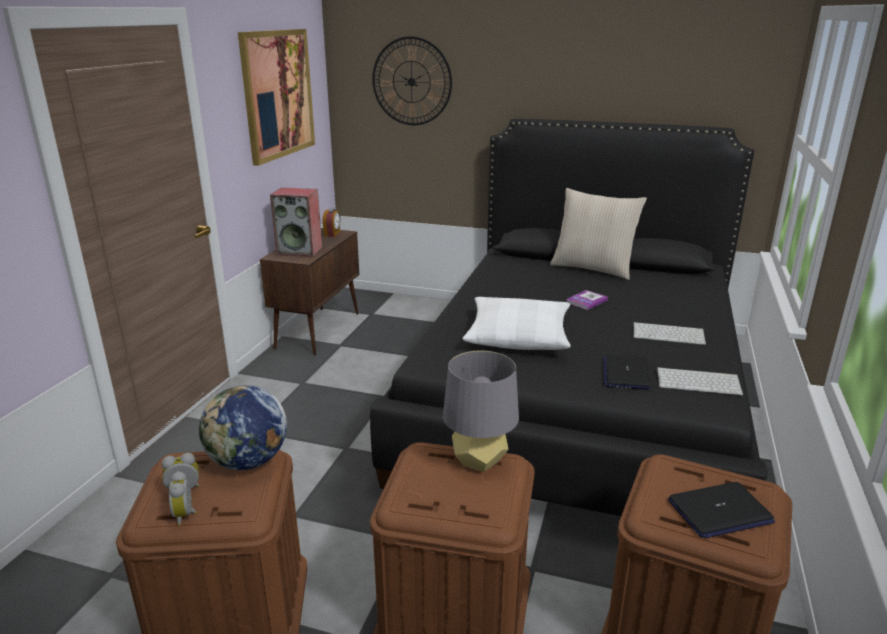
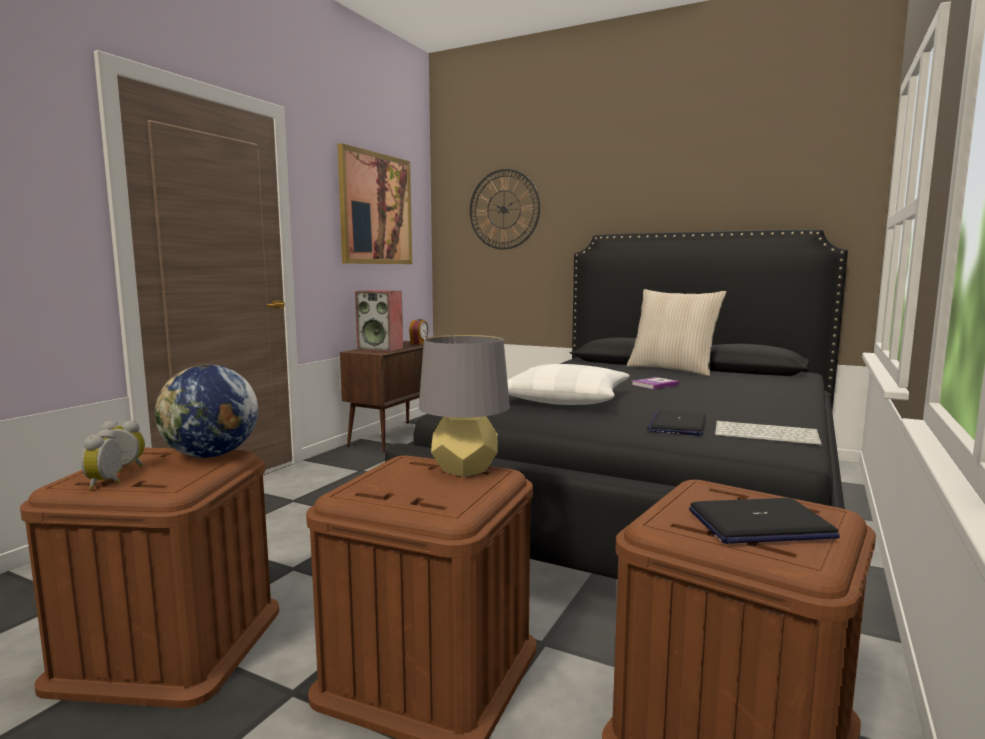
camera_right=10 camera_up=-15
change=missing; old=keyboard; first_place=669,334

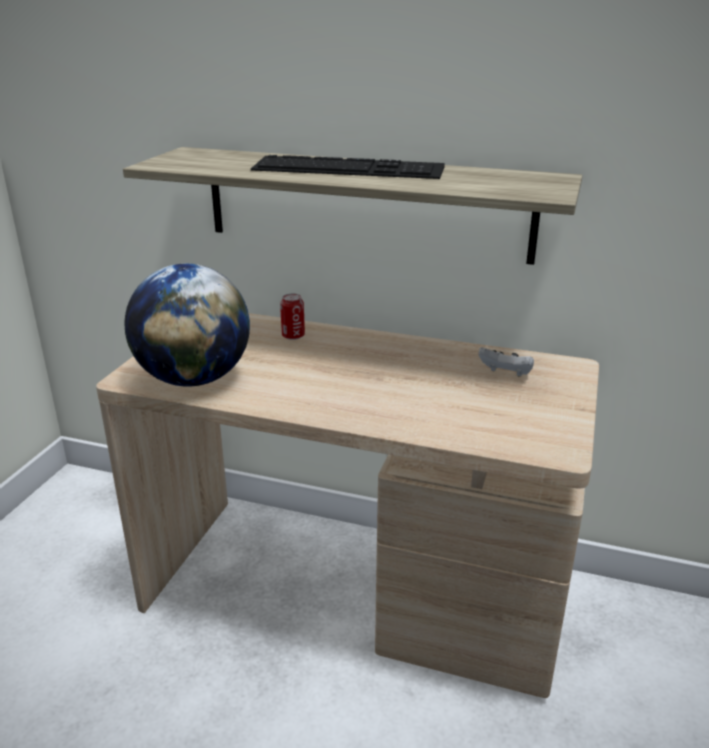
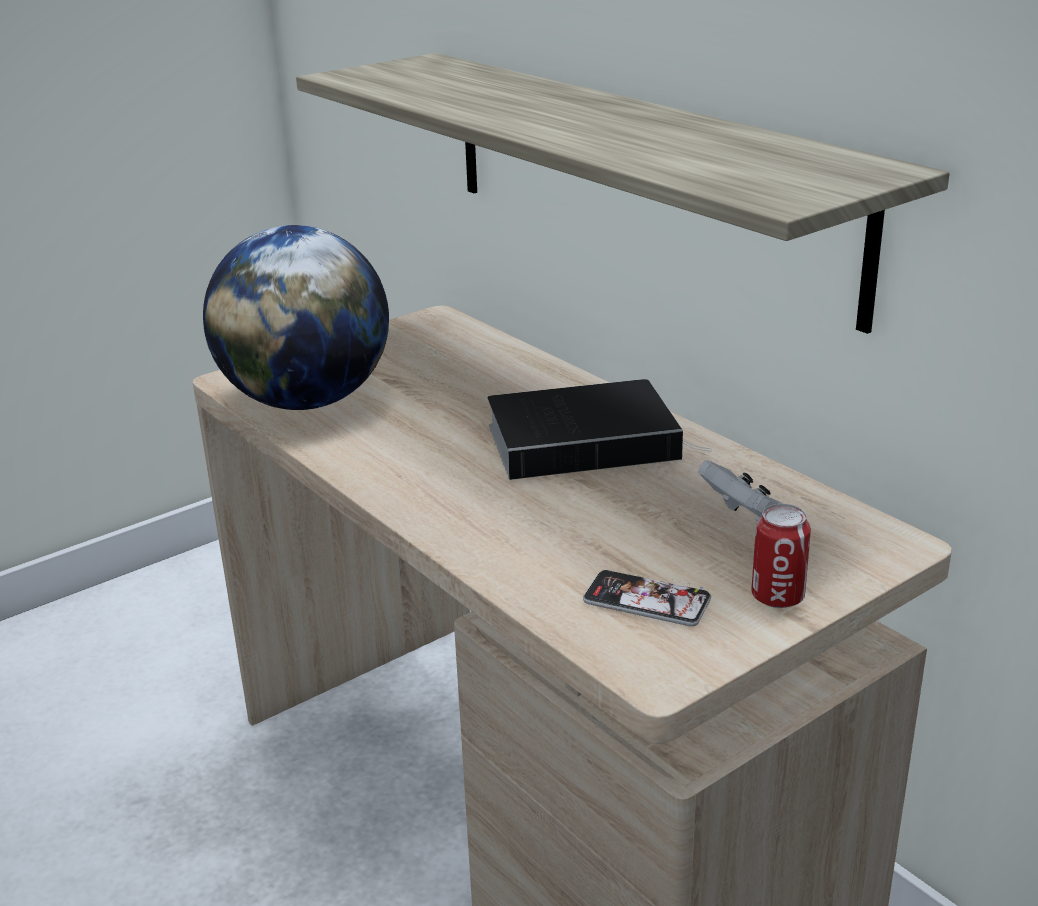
camera_right=35 camera_up=0
change=missing; old=keyboard; first_place=348,168
change=appeared; new=book; second_place=587,440
change=appeared; new=phone; second_place=646,600
change=relocated; old=can; first_place=293,336; second_place=777,597

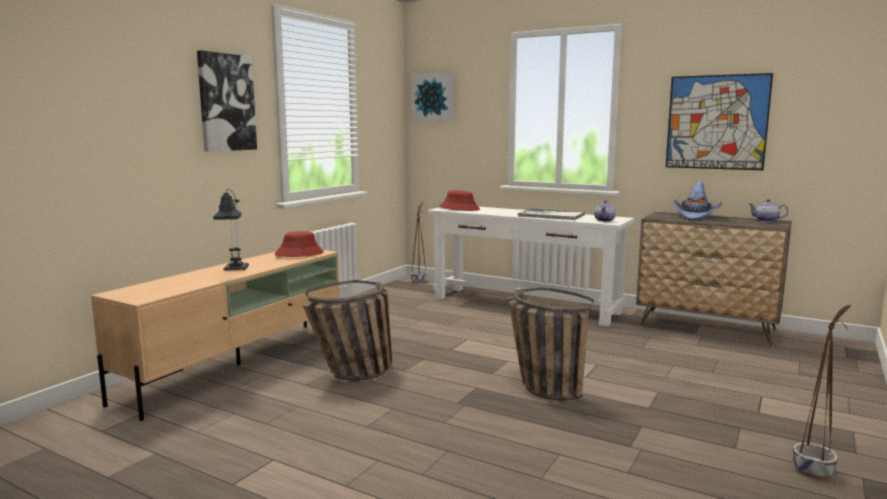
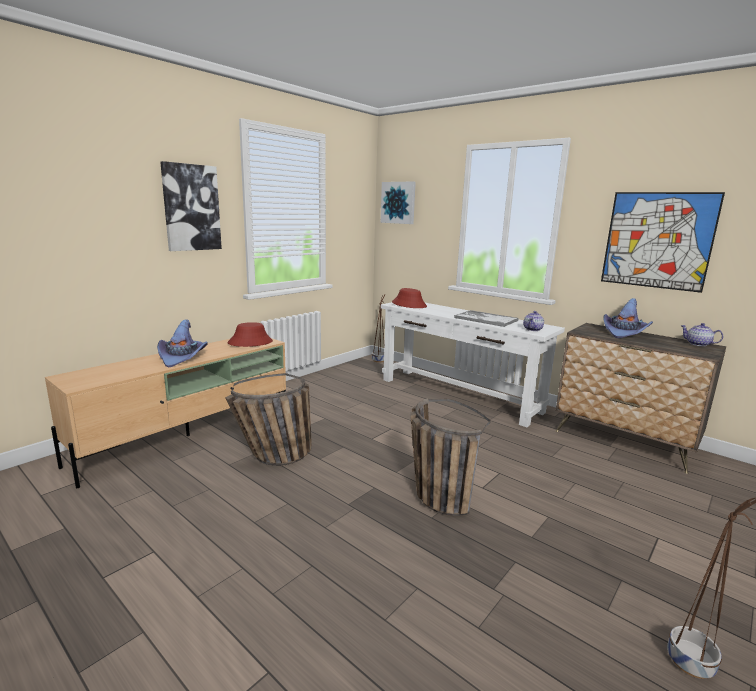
camera_right=10 camera_up=5
change=exchanged; old=table lamp; new=hat (purple); first_place=235,270; second_place=182,357

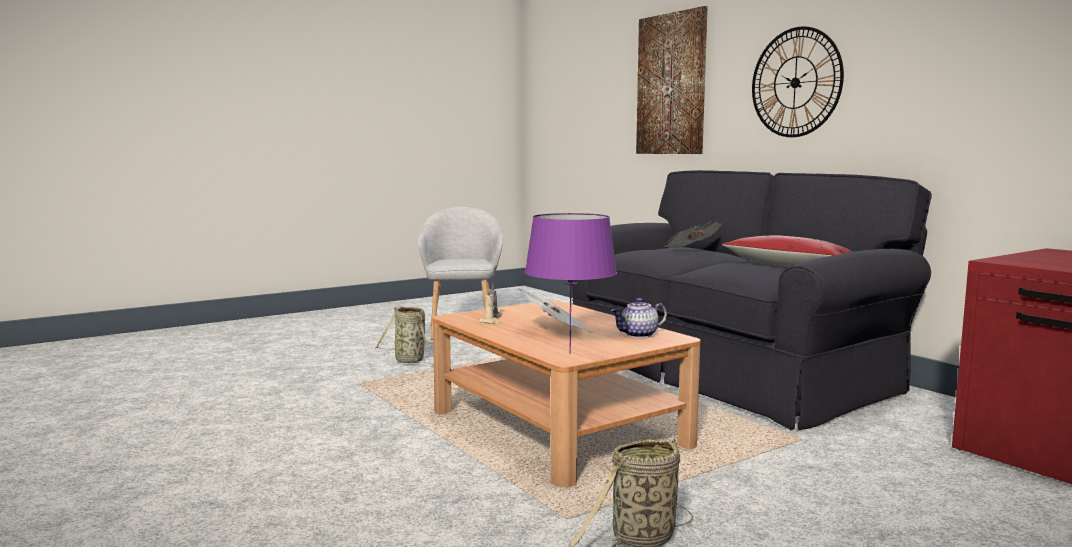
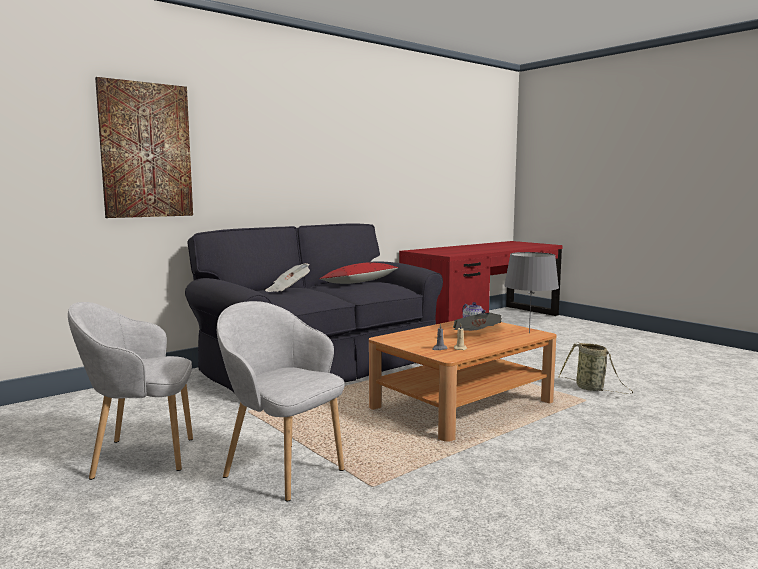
camera_right=-95 camera_up=0
change=missing; old=wall clock; first_place=795,82
change=exchanged; old=basket; new=armchair (grey); first_place=411,361; second_place=283,470
change=colour; old=table lamp (purple); new=table lamp (grey); first_place=569,353; second_place=529,333

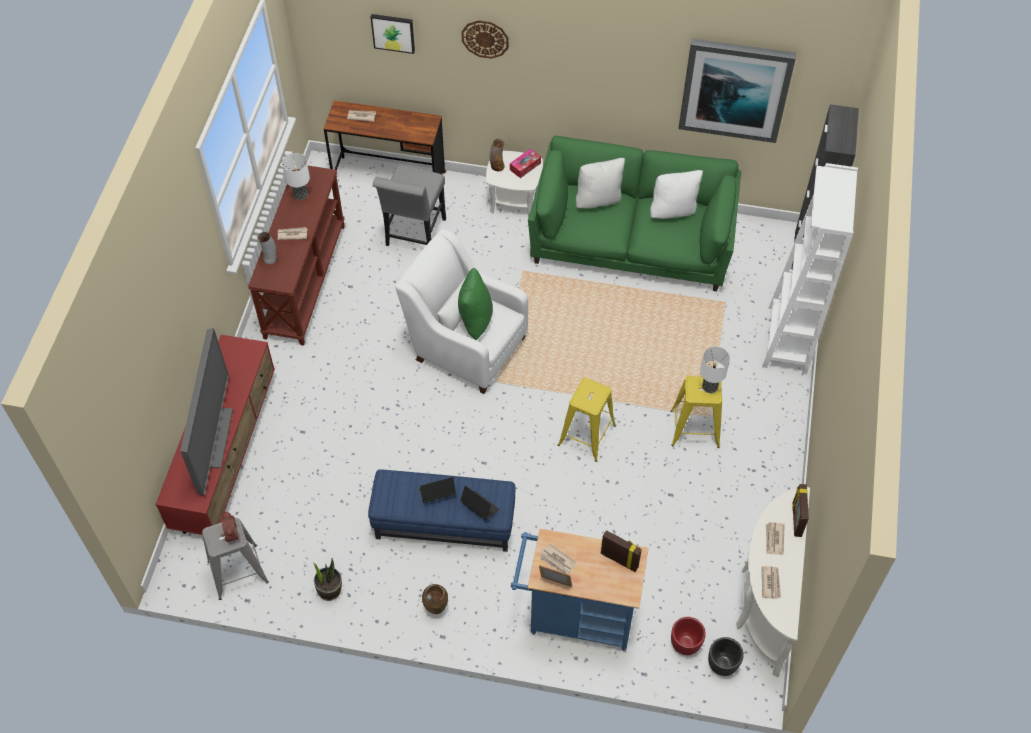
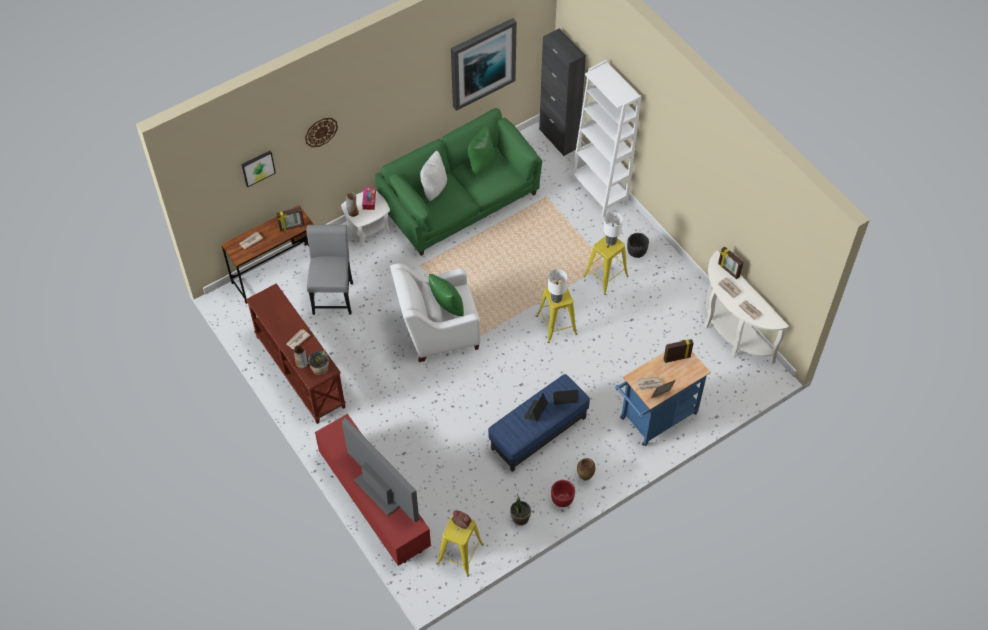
camera_right=-45 camera_up=0
change=appeared; new=picture frame; second_place=292,227
change=appeared; new=potted plant; second_place=320,369
change=relocated; old=table lamp; first_place=300,194; second_place=556,298
change=relocated; old=planter (red); first_place=685,643; second_place=562,499
change=relocated; old=planter (black); first_place=722,664; second_place=636,253
change=colour; old=stool (grey); new=stool (yellow); first_place=238,571; second_place=460,554
change=colour; old=pillow (white); new=pillow (green); first_place=673,211; second_place=480,163
change=spun; old=chair (grey); first_place=414,236; second_place=333,295; degrees=-150

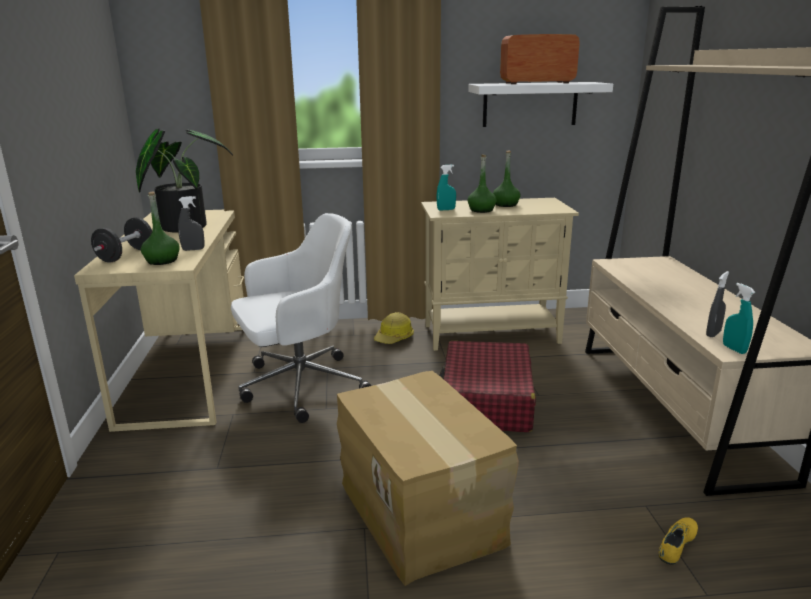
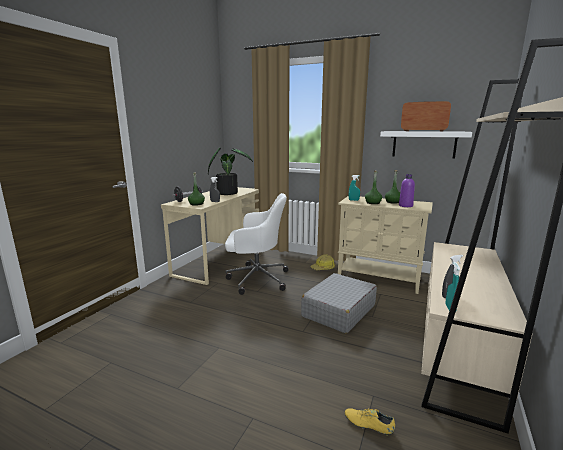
camera_right=30 camera_up=-5
change=missing; old=cardboard box; first_place=422,511
change=appeared; new=bottle (purple); second_place=405,206
change=colour; old=suitcase (red); new=suitcase (grey); first_place=486,401; second_place=338,311
change=spun; old=shoe (yellow); first_place=677,546; second_place=368,425; degrees=-135

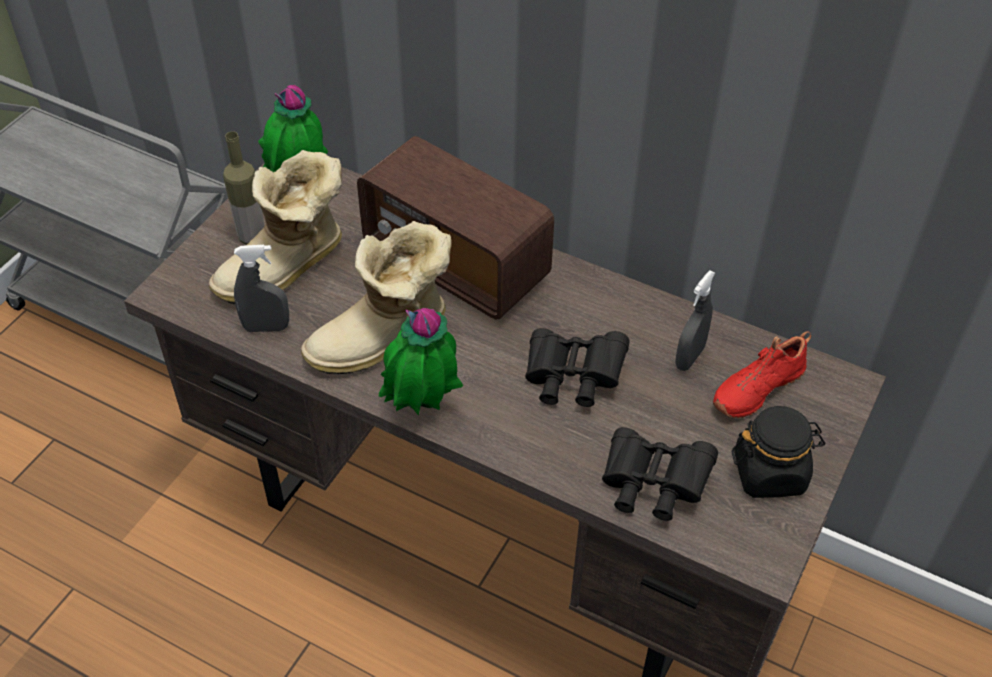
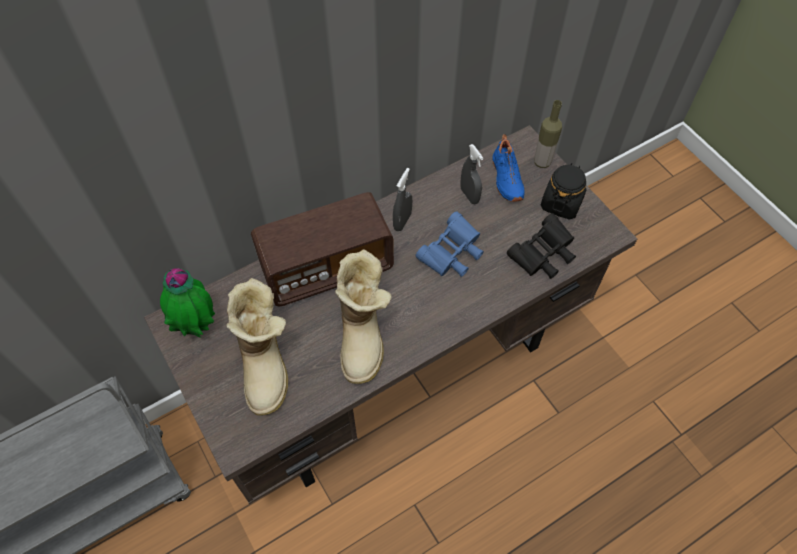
camera_right=-60 camera_up=10
change=missing; old=potted plant; first_place=422,408
change=relocated; old=bottle; first_place=252,237; second_place=542,162
change=relocated; old=spray bottle (grey); first_place=266,327; second_place=402,221
change=colour; old=binoculars (black); new=binoculars (blue); first_place=572,379; second_place=451,255
change=colour; old=shoe (red); new=shoe (blue); first_place=756,387; second_place=505,178

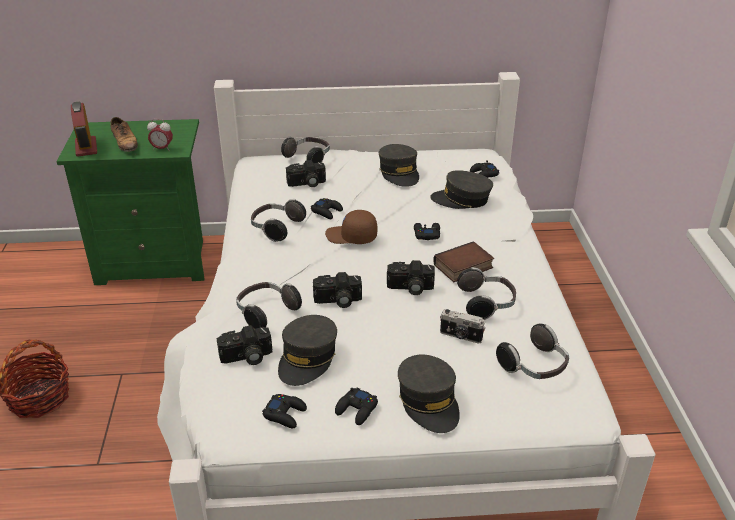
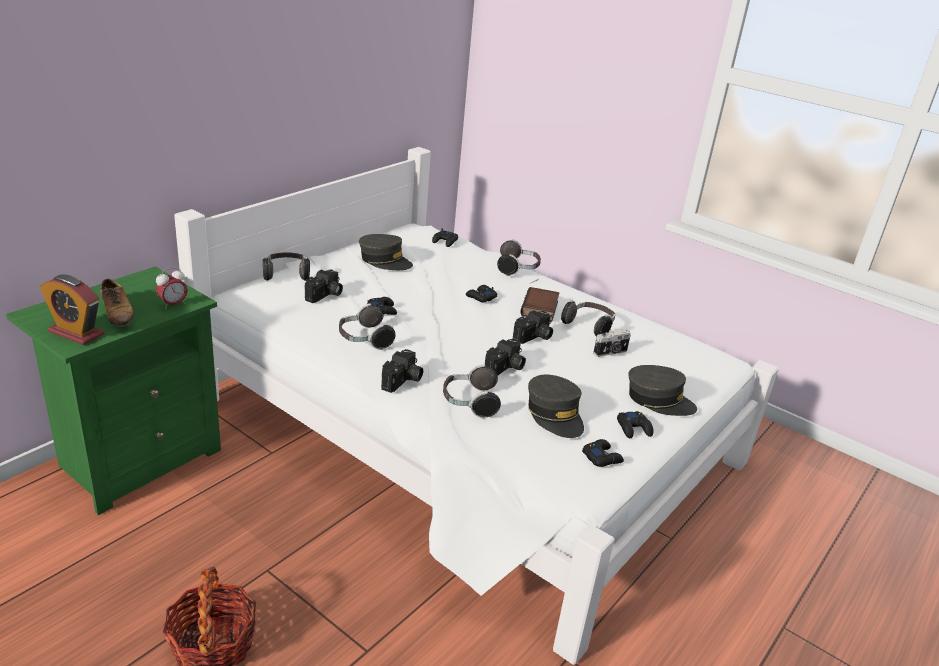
camera_right=-50 camera_up=-5
change=missing; old=cap (brown); first_place=351,237
change=missing; old=cap (grey); first_place=461,199
change=relocated; old=photo camera; first_place=246,357; second_place=403,381
change=relocated; old=headphones; first_place=534,367; second_place=518,269
change=spun; old=shoe; first_place=125,143; second_place=118,313; degrees=45

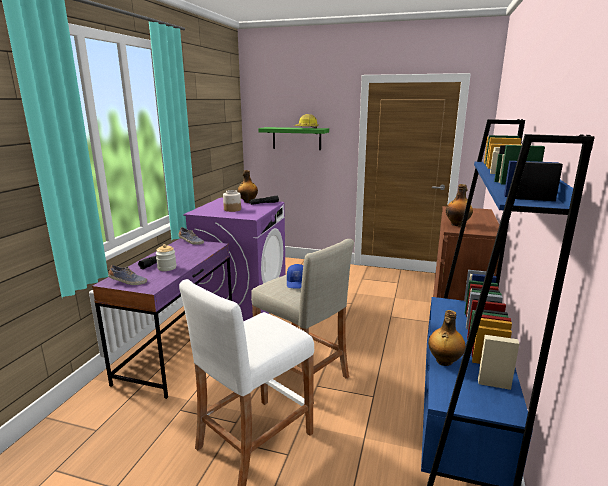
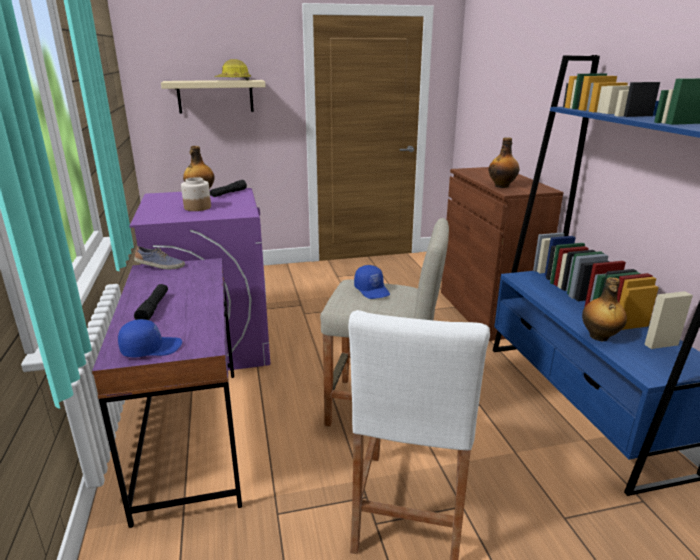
camera_right=-30 camera_up=5
change=missing; old=jar; first_place=167,268
change=exchanged; old=shoe; new=cap (blue); first_place=128,282; second_place=151,348
change=colour; old=shelf (green); new=shelf (beige); first_place=296,138; second_place=215,96

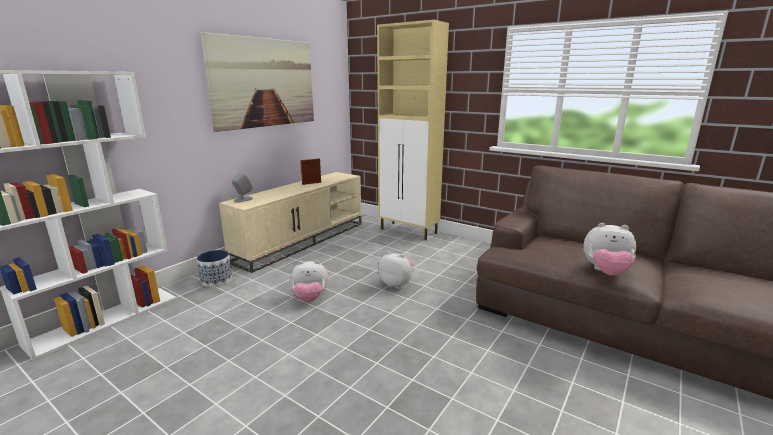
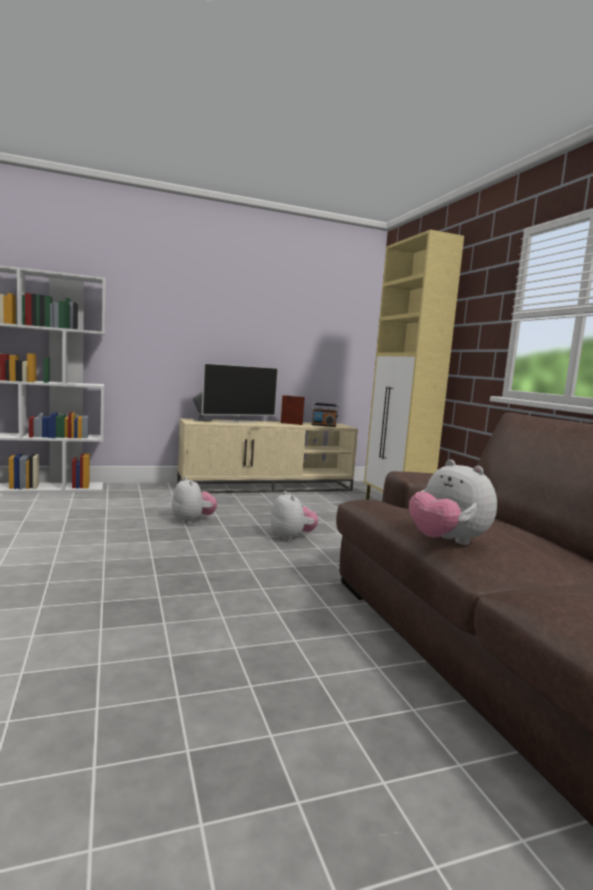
camera_right=35 camera_up=-10
change=missing; old=planter; first_place=217,280
change=missing; old=picture; first_place=264,83
change=appeared; new=television; second_place=237,422
change=appeared; new=radio; second_place=323,425
change=spun; old=plush toy; first_place=310,298; second_place=192,521; degrees=-150

